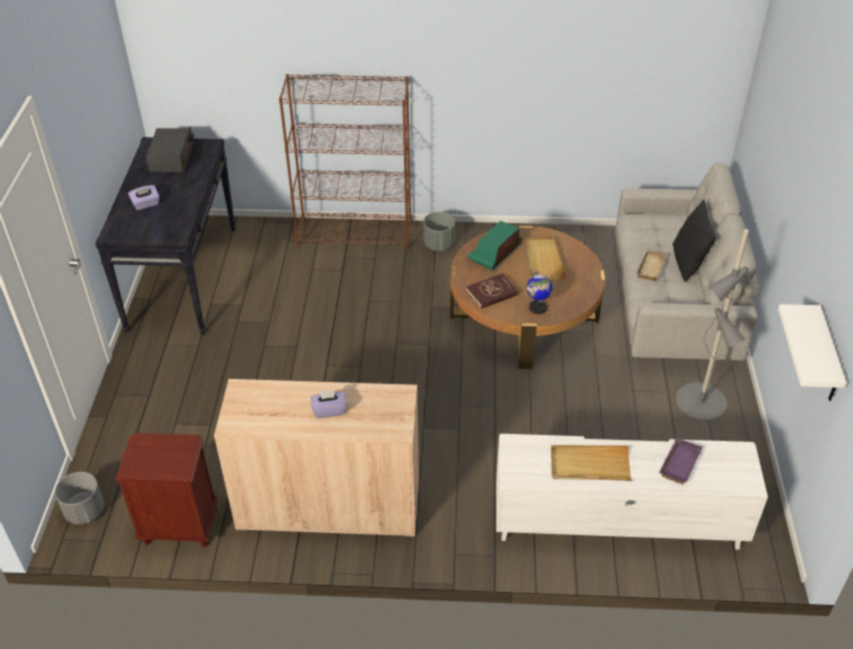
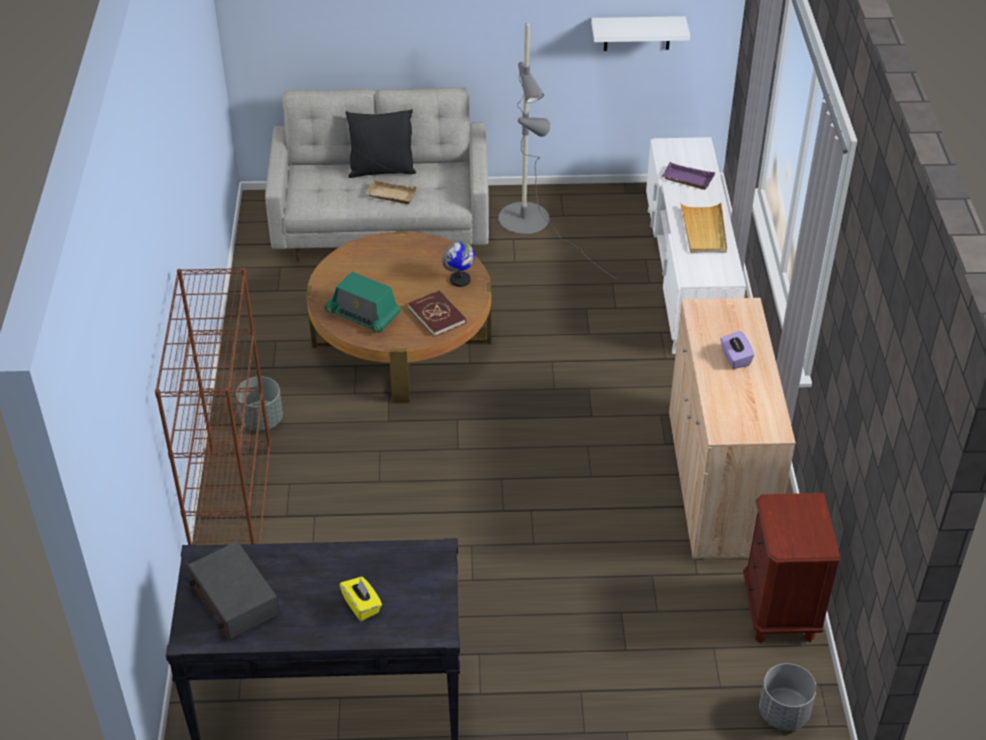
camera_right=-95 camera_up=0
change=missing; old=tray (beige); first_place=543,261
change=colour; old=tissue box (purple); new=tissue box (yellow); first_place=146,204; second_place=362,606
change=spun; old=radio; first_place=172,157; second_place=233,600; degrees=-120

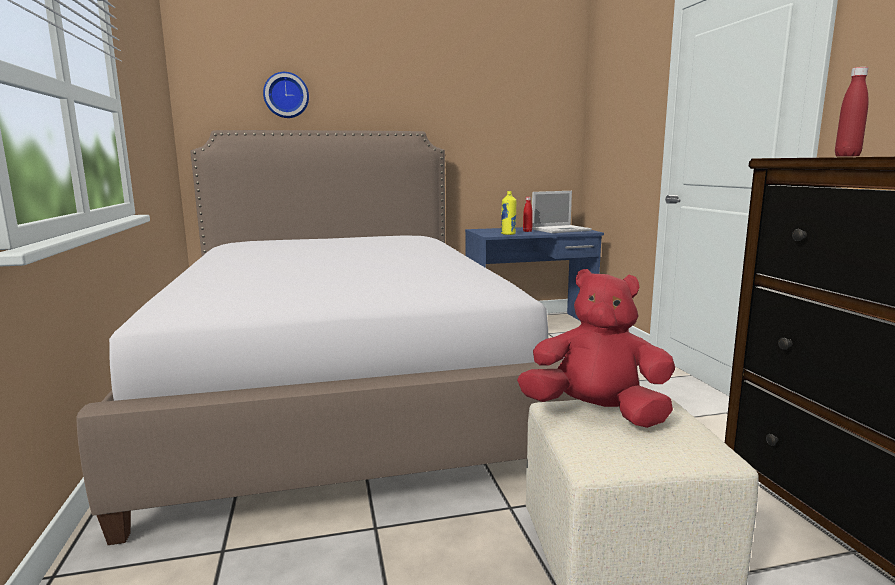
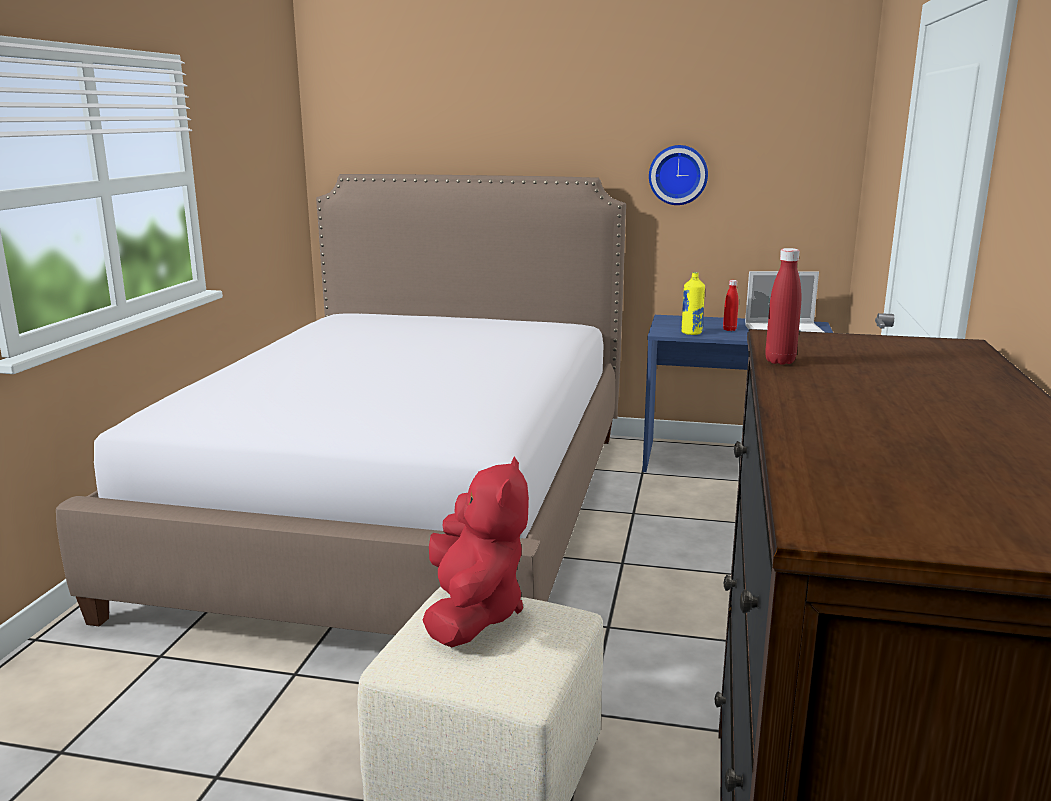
camera_right=25 camera_up=5
change=relocated; old=wall clock; first_place=286,95; second_place=678,175
change=spun; old=plush toy (red); first_place=596,413; second_place=473,613; degrees=45

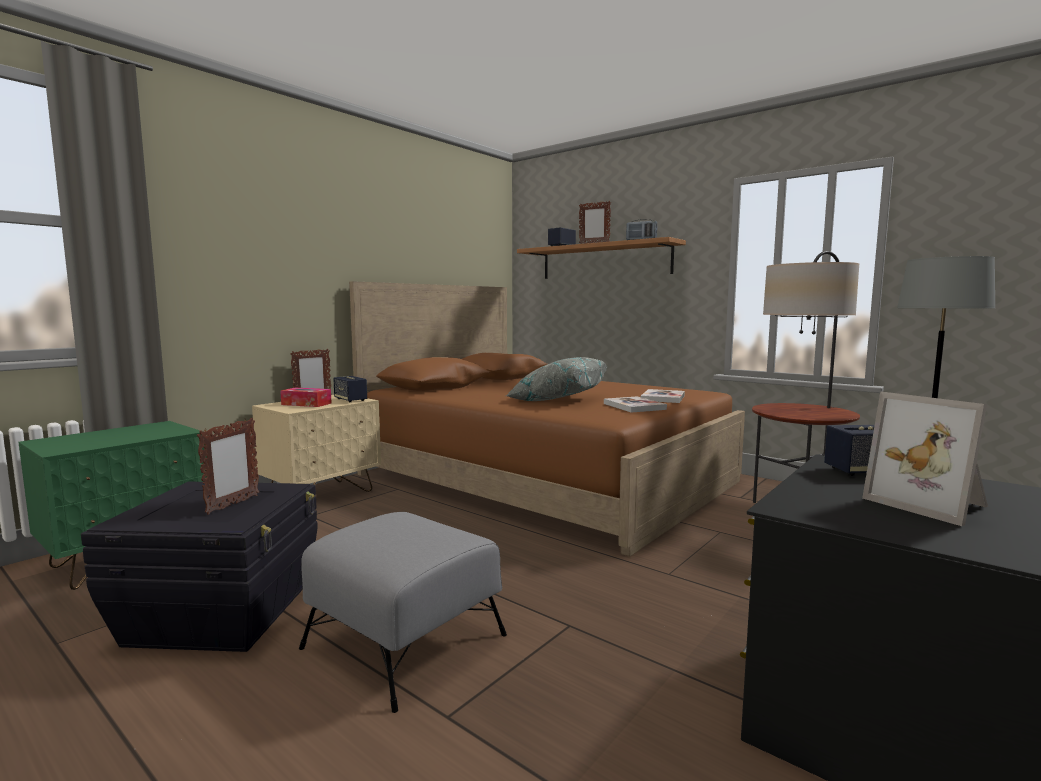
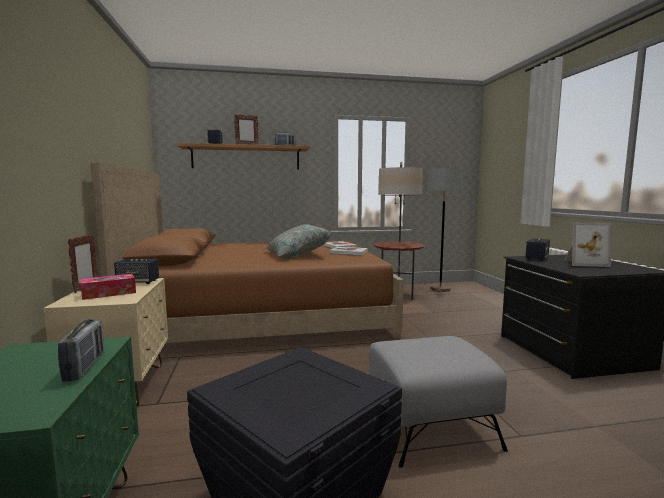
camera_right=-50 camera_up=0
change=missing; old=picture frame; first_place=232,505
change=appeared; new=radio; second_place=85,367

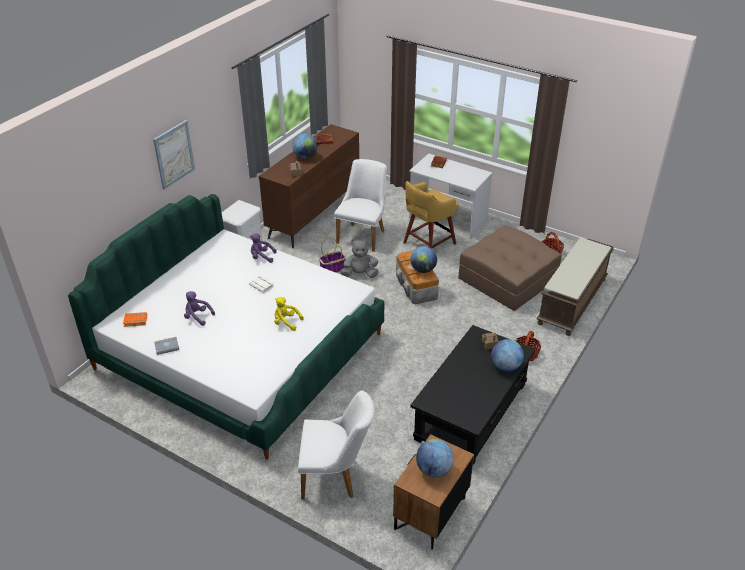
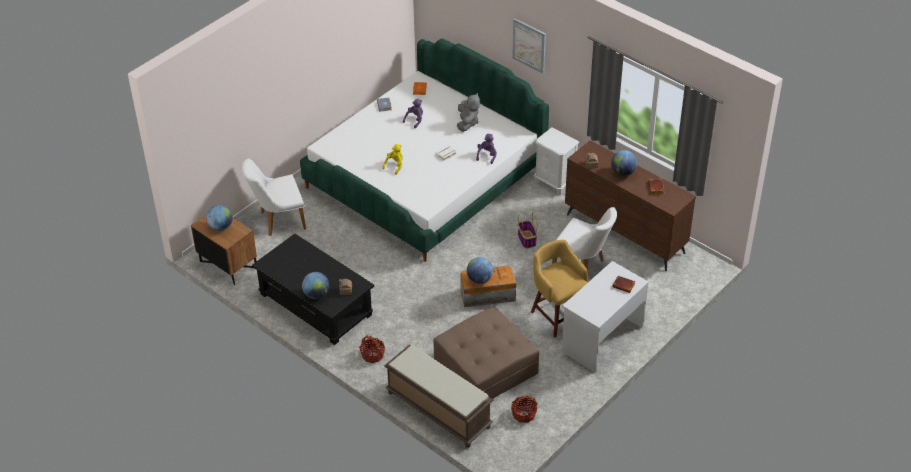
camera_right=100 camera_up=5
change=relocated; old=plush toy (grey); first_place=360,274; second_place=467,123
change=spun; old=chair (white); first_place=335,476; second_place=278,220; degrees=60

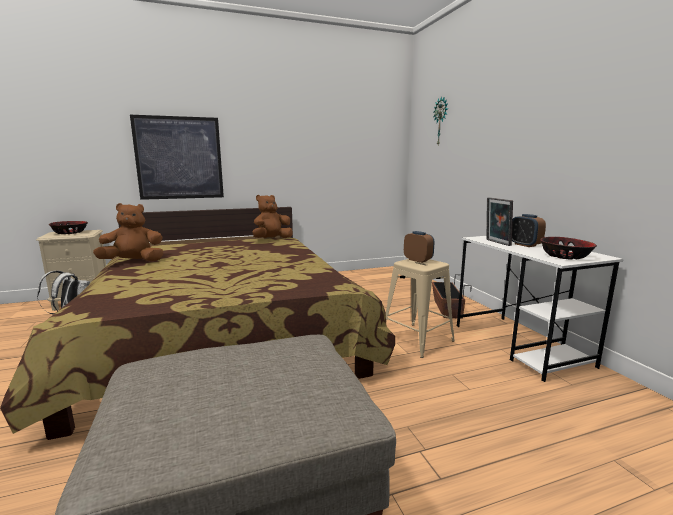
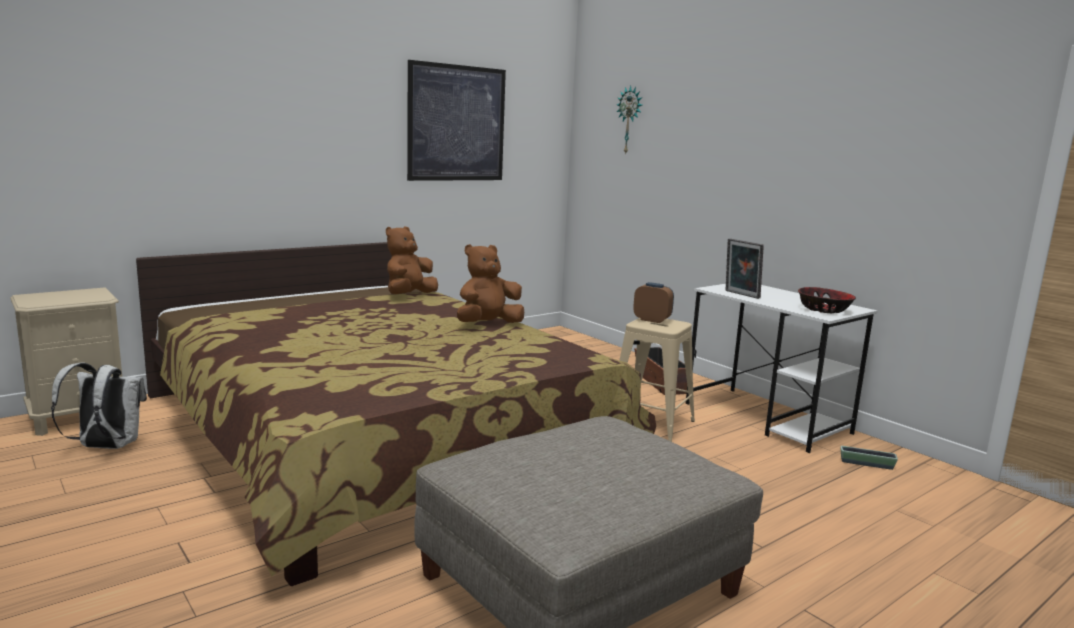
camera_right=-20 camera_up=0
change=missing; old=bowl; first_place=70,233
change=missing; old=alarm clock; first_place=525,245
change=appeared; new=planter; second_place=866,464
change=relocated; old=plush toy (brown); first_place=133,262; second_place=488,324
change=relocated; old=picture; first_place=179,158; second_place=456,123

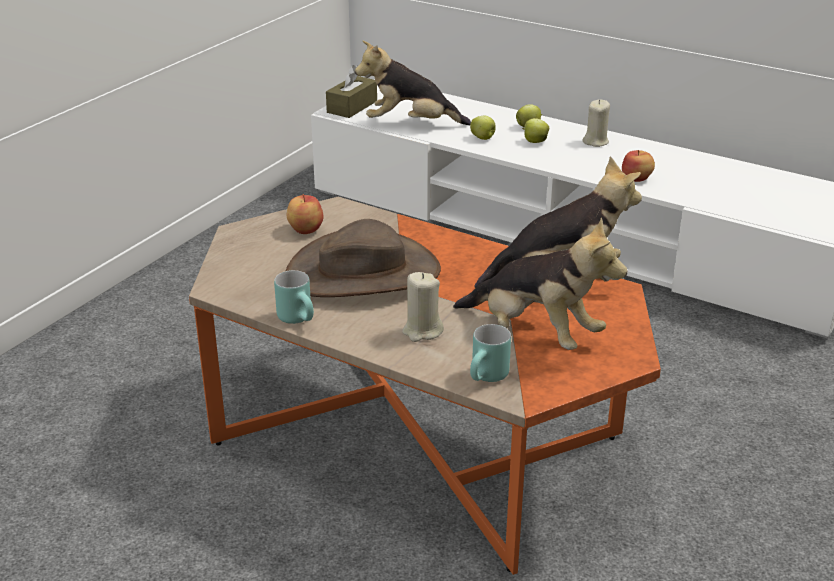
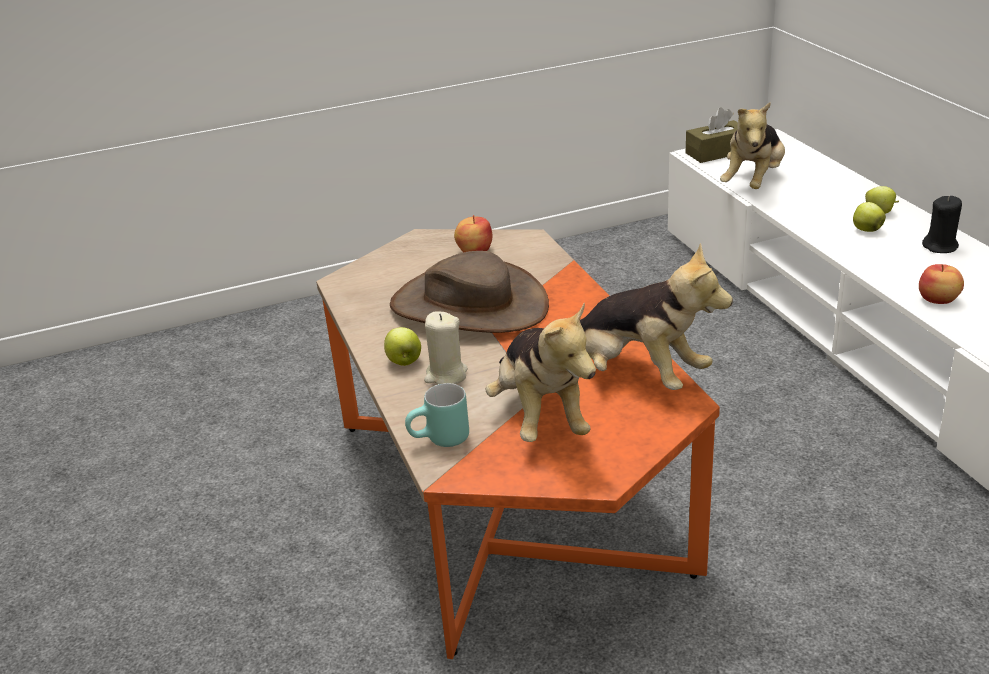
camera_right=40 camera_up=0
change=missing; old=mug (turquoise); first_place=300,319
change=relocated; old=apple; first_place=483,138; second_place=404,362
change=colour; old=candle (beige); new=candle (black); first_place=595,141; second_place=940,246
change=spun; old=plush toy; first_place=410,124; second_place=753,182; degrees=-105

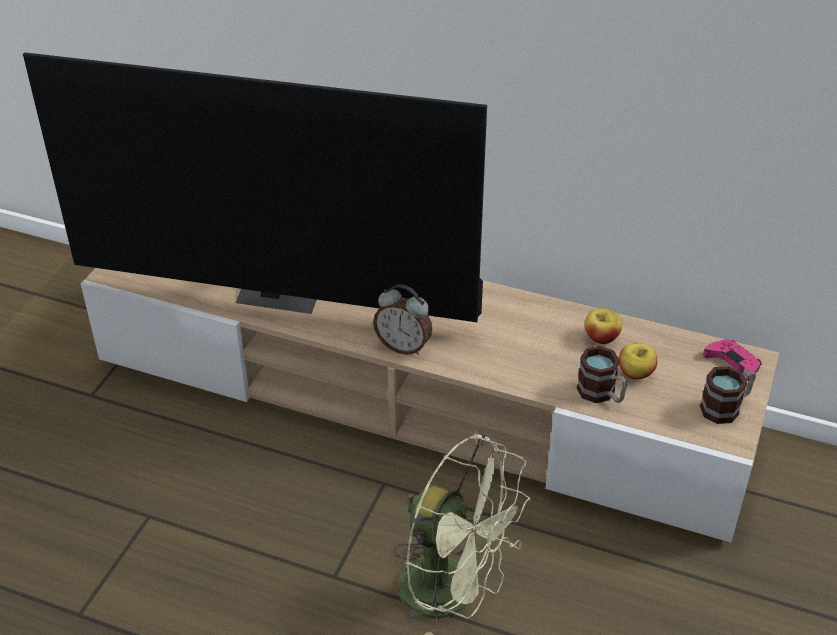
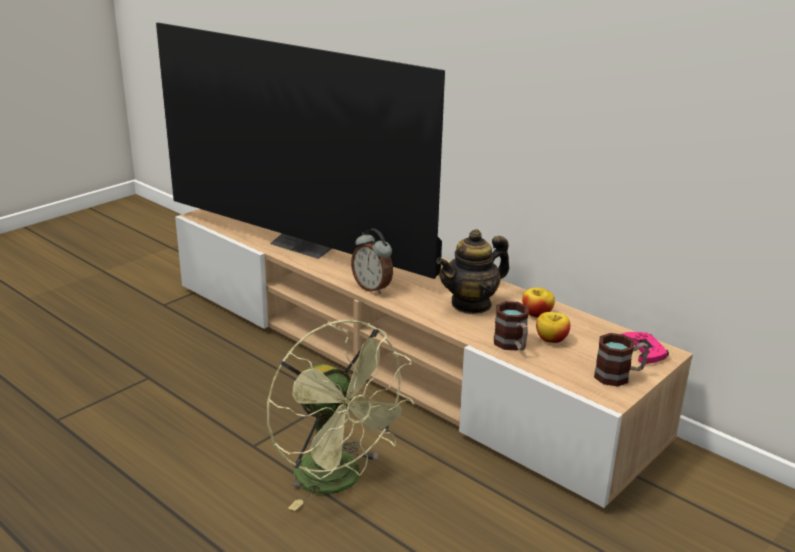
camera_right=20 camera_up=-15
change=appeared; new=teapot; second_place=471,304

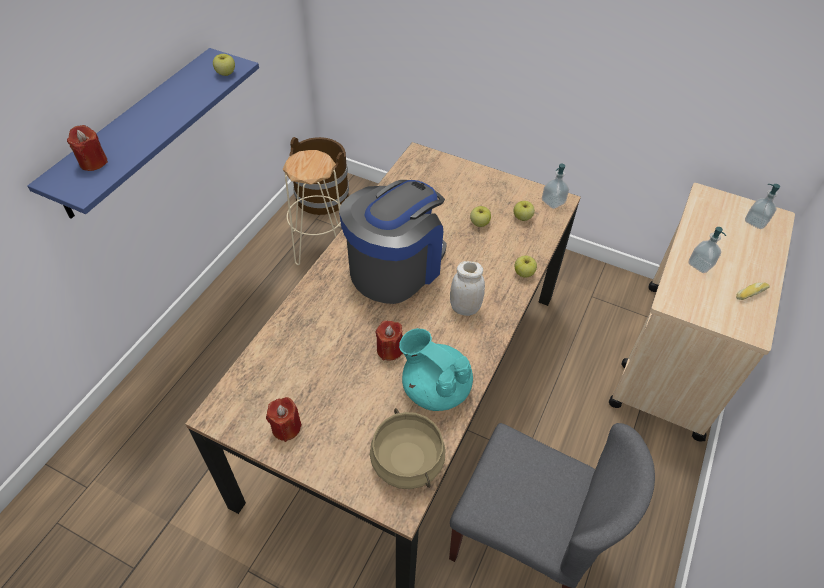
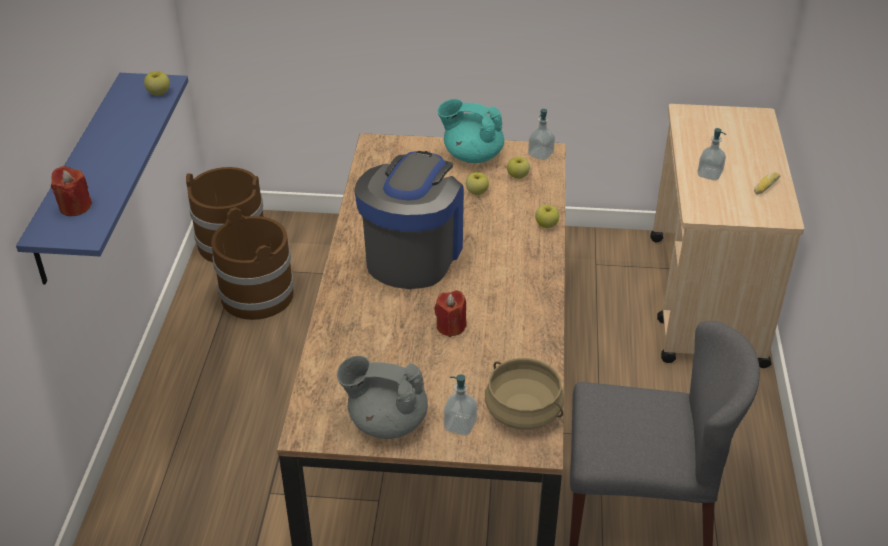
camera_right=-20 camera_up=-10
change=missing; old=jar (white); first_place=465,308
change=relocated; old=teapot (turquoise); first_place=435,388; second_place=472,155
change=relocated; old=soap dispenser; first_place=755,222; second_place=460,425
change=exchanged; old=candle (red); new=teapot (grey); first_place=286,427; second_place=386,421
change=exchanged; old=stool (beige); new=bucket (brown); first_place=319,244; second_place=256,295

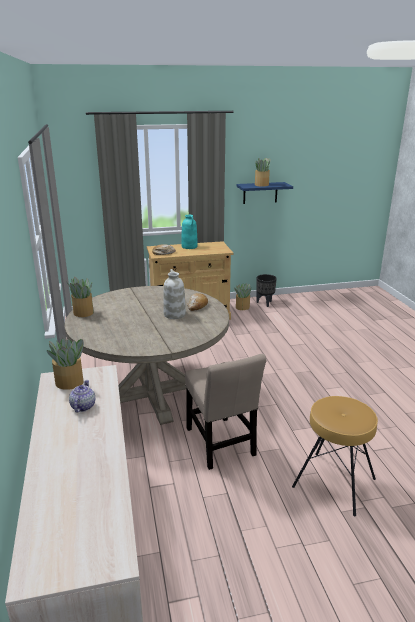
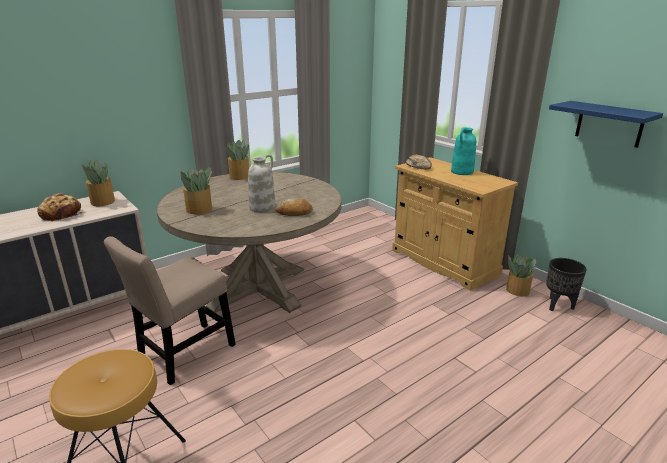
camera_right=65 camera_up=0
change=relocated; old=potted plant; first_place=262,185; second_place=200,209
change=exchanged; old=teapot; new=bread; first_place=82,406; second_place=62,214

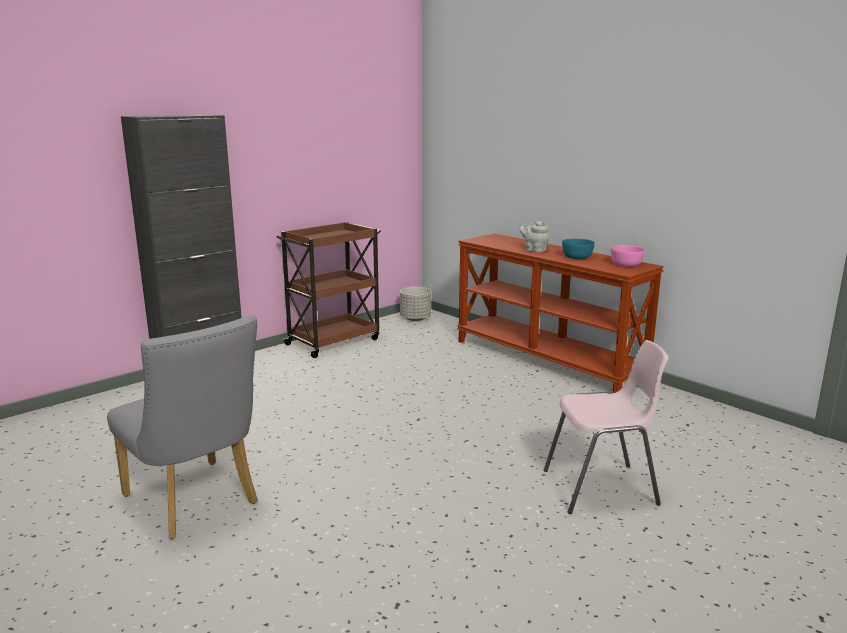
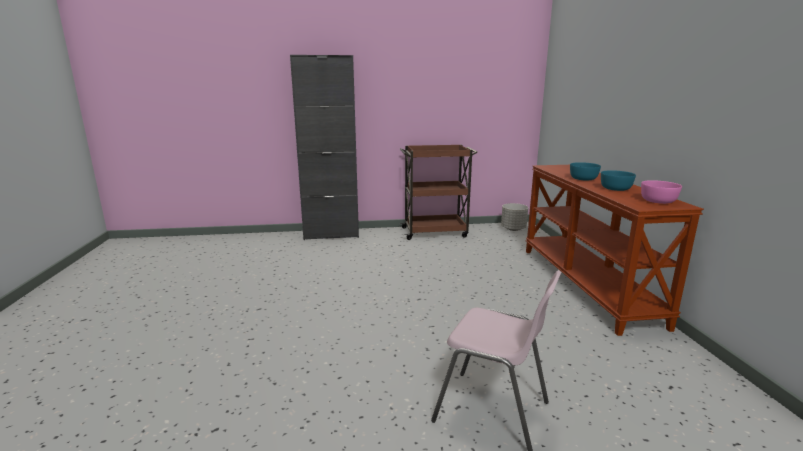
camera_right=35 camera_up=0
change=missing; old=chair (grey); first_place=196,503
change=exchanged; old=teapot (grey); new=bowl (turquoise); first_place=534,250; second_place=584,179

